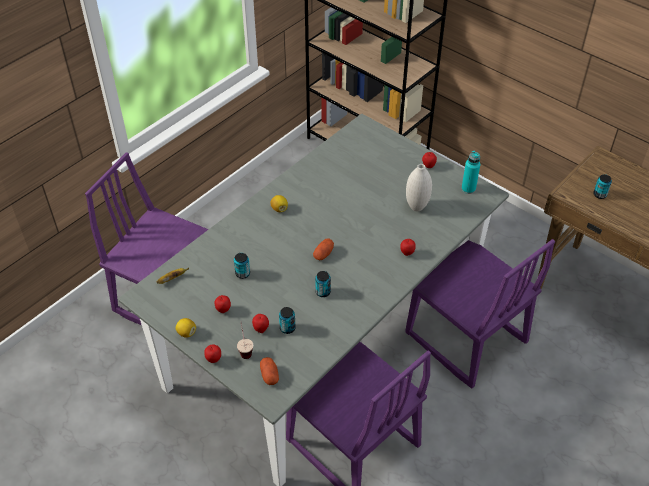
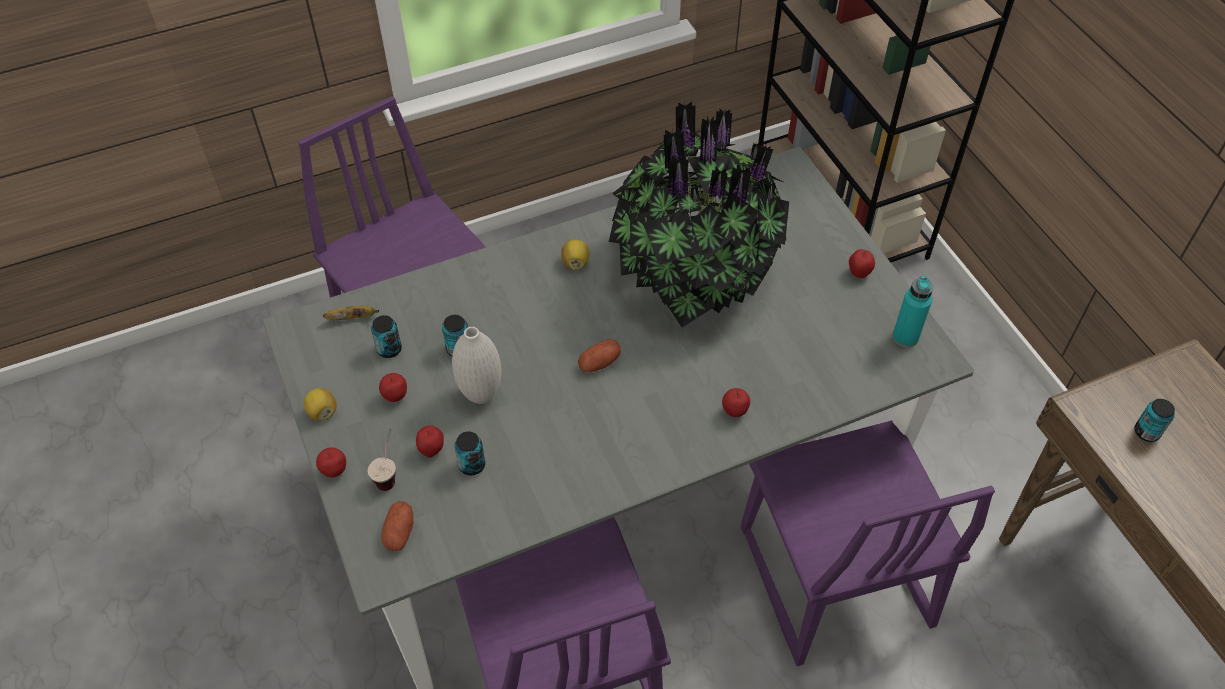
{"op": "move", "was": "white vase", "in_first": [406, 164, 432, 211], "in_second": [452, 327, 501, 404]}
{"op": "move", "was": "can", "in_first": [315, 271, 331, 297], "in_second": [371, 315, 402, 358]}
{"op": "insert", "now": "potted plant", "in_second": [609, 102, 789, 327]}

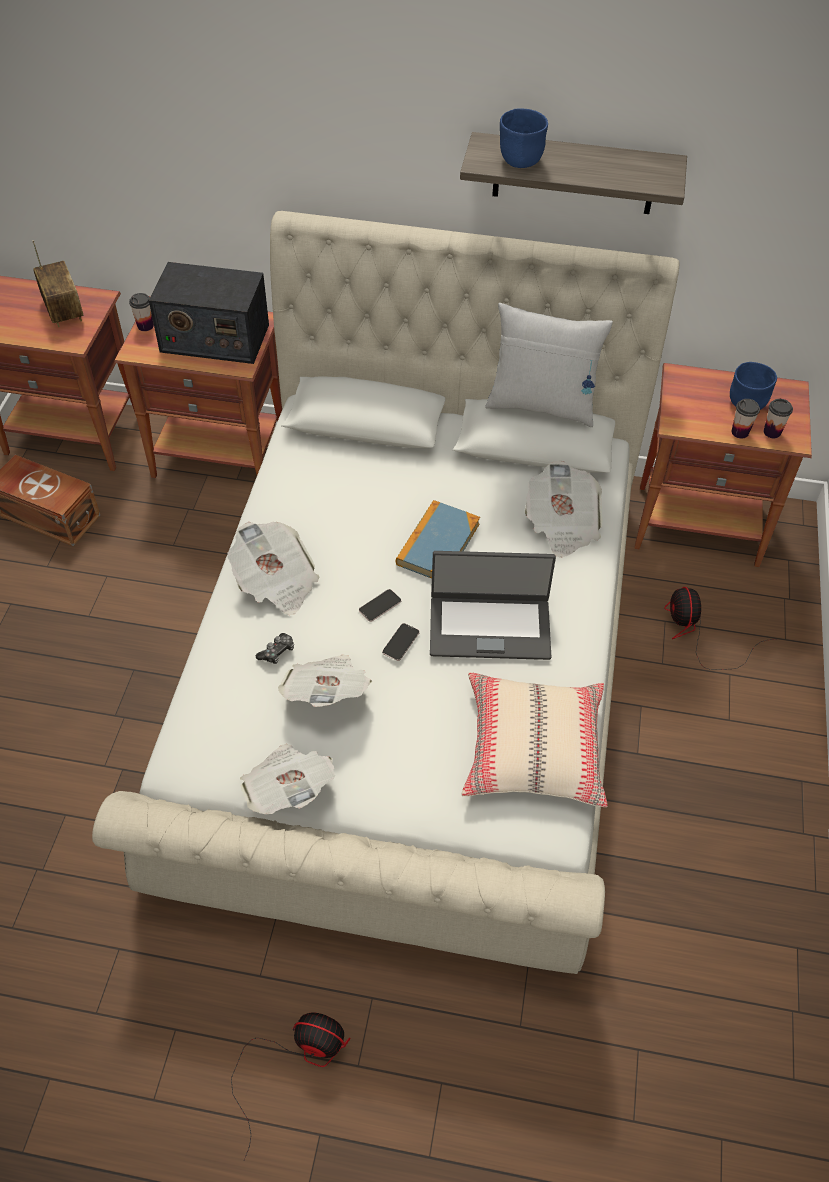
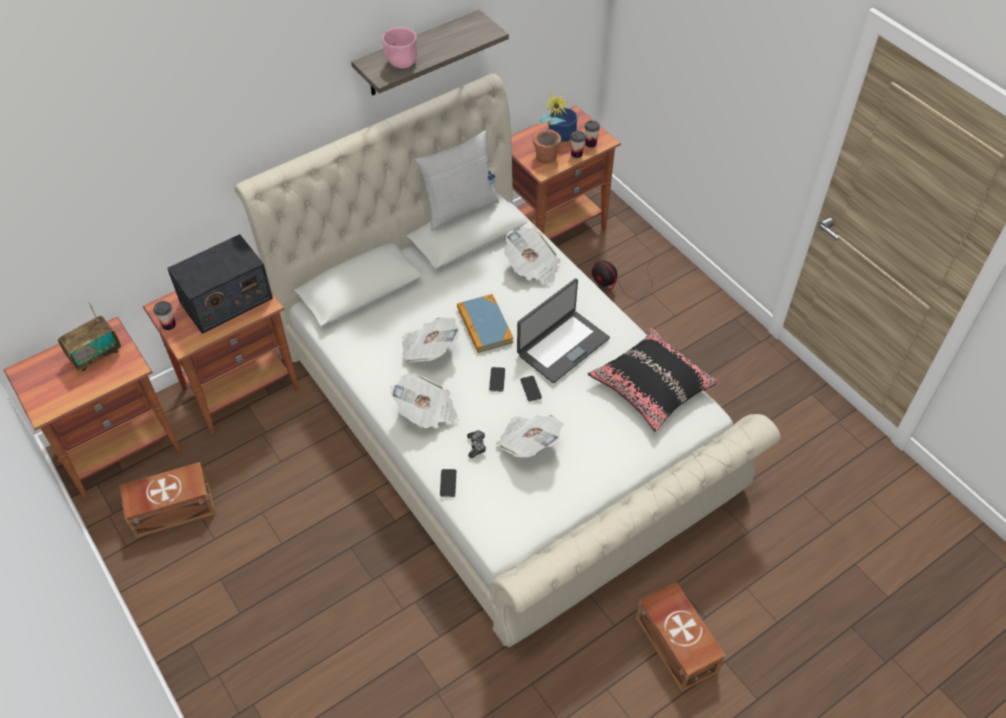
{"op": "recolor", "was": "blue bowl", "now": "pink bowl", "in_first": [500, 109, 548, 168], "in_second": [382, 27, 417, 69]}
{"op": "rotate", "was": "radio", "in_first": [32, 240, 84, 327], "in_second": [58, 302, 121, 372], "clockwise": 120}
{"op": "recolor", "was": "beige pillow", "now": "black pillow", "in_first": [462, 672, 608, 807], "in_second": [588, 328, 719, 432]}
{"op": "move", "was": "newspaper", "in_first": [240, 744, 335, 814], "in_second": [402, 317, 459, 362]}
{"op": "replace", "was": "fan", "now": "brown storage box", "in_first": [231, 1013, 351, 1160], "in_second": [636, 582, 726, 692]}
{"op": "insert", "now": "potted plant", "in_second": [533, 92, 570, 164]}
{"op": "insert", "now": "phone", "in_second": [440, 469, 457, 497]}

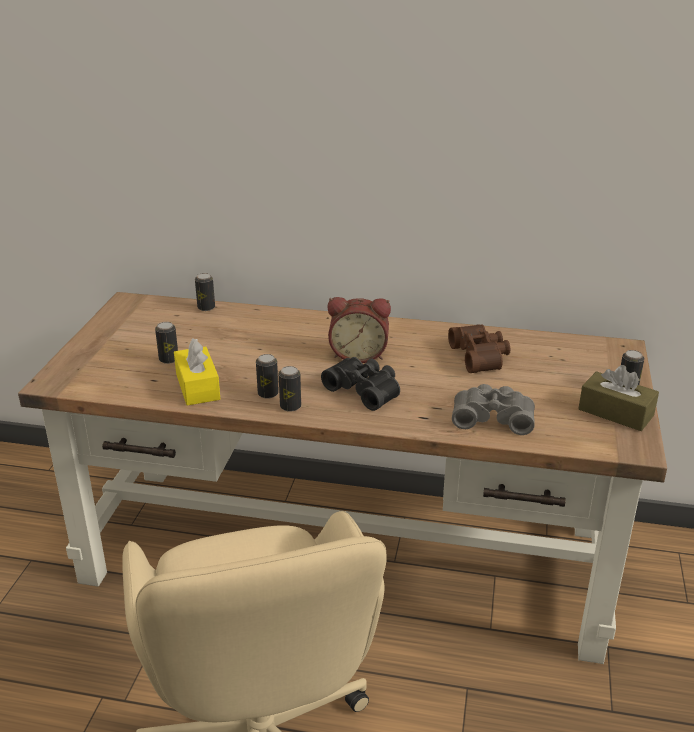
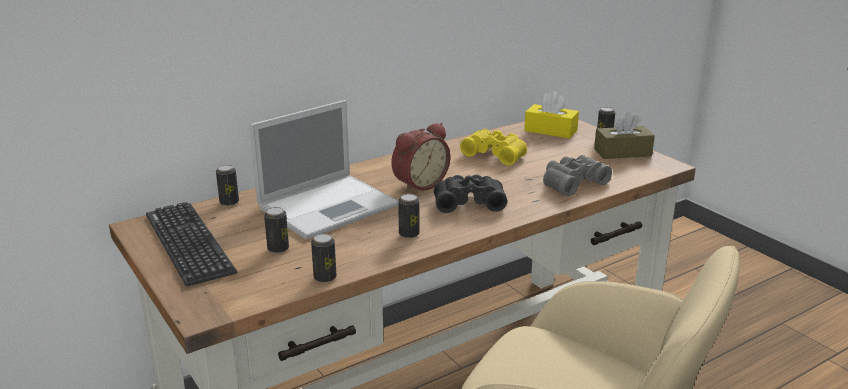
{"op": "recolor", "was": "brown binoculars", "now": "yellow binoculars", "in_first": [448, 324, 510, 373], "in_second": [460, 129, 527, 166]}
{"op": "move", "was": "yellow tissue box", "in_first": [174, 338, 220, 406], "in_second": [524, 91, 579, 139]}
{"op": "move", "was": "can", "in_first": [279, 366, 301, 412], "in_second": [311, 234, 337, 283]}
{"op": "insert", "now": "laptop", "in_second": [249, 100, 398, 240]}
{"op": "insert", "now": "keyboard", "in_second": [146, 202, 237, 286]}

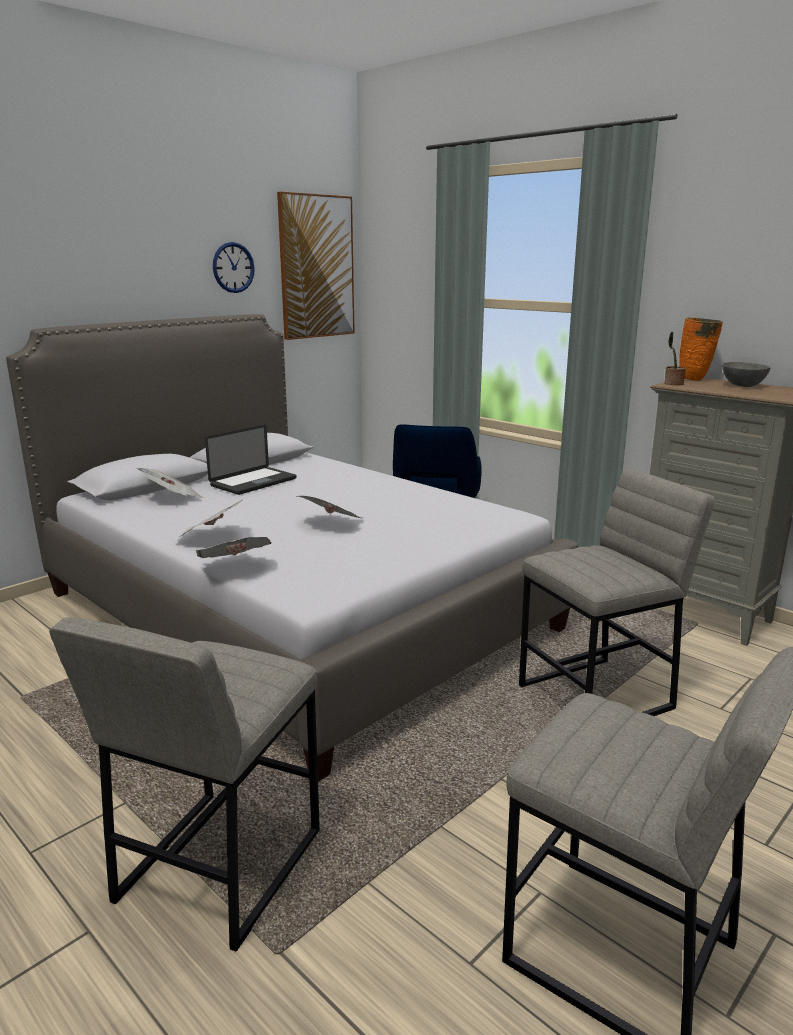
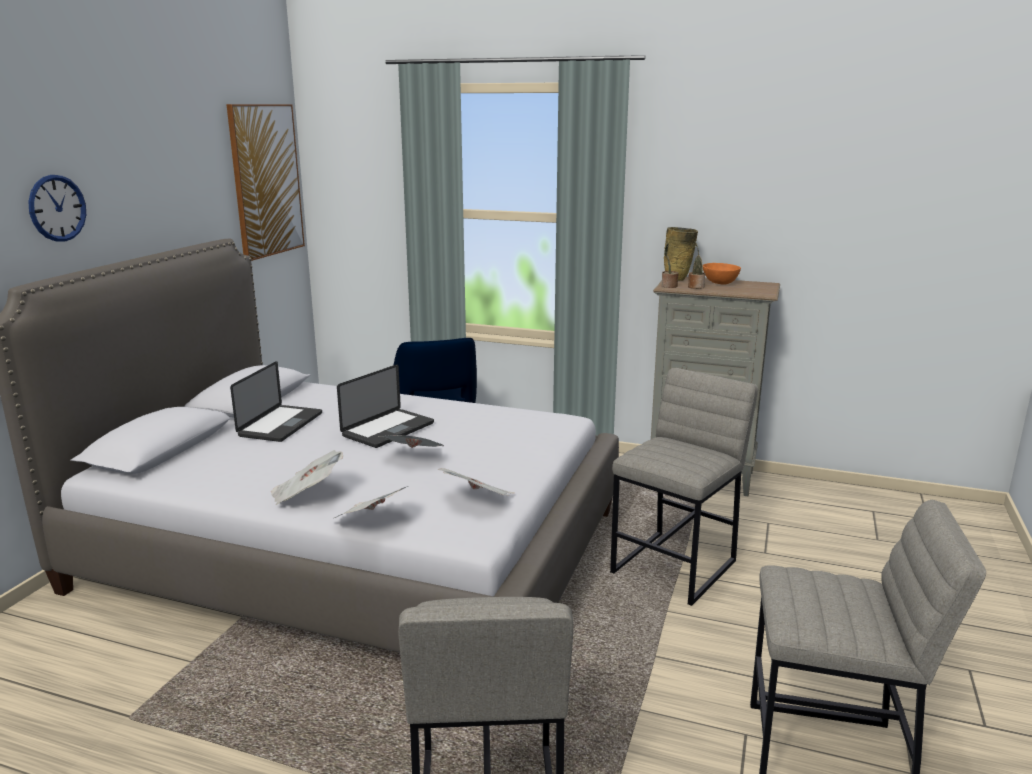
{"op": "move", "was": "wall clock", "in_first": [213, 242, 255, 293], "in_second": [28, 175, 86, 241]}
{"op": "recolor", "was": "orange vase", "now": "beige vase", "in_first": [679, 317, 723, 381], "in_second": [664, 227, 698, 281]}
{"op": "recolor", "was": "grey bowl", "now": "orange bowl", "in_first": [722, 362, 771, 387], "in_second": [703, 263, 741, 284]}
{"op": "move", "was": "newspaper", "in_first": [136, 468, 204, 498], "in_second": [438, 468, 514, 496]}
{"op": "insert", "now": "potted plant", "in_second": [688, 241, 705, 289]}
{"op": "insert", "now": "laptop", "in_second": [337, 365, 434, 448]}

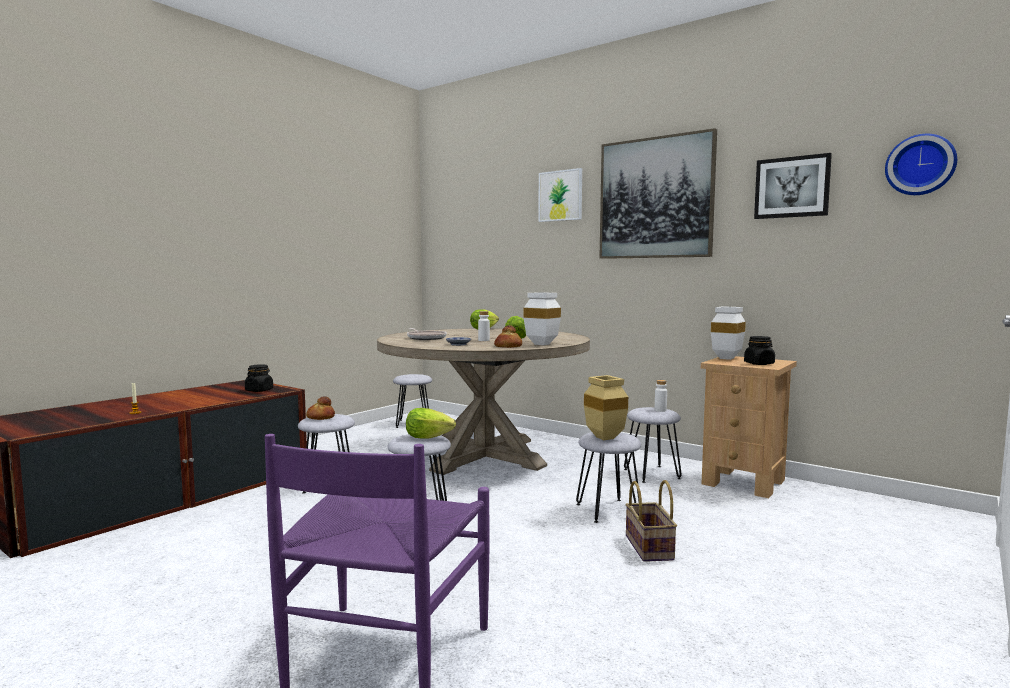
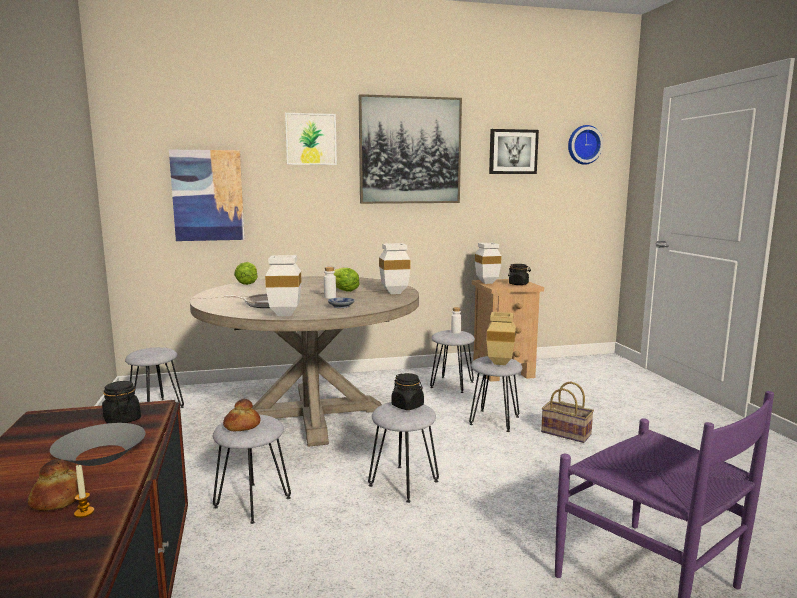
{"op": "move", "was": "bread", "in_first": [494, 325, 522, 348], "in_second": [28, 459, 86, 511]}
{"op": "replace", "was": "lettuce", "now": "black jar", "in_first": [406, 408, 456, 439], "in_second": [392, 373, 424, 410]}
{"op": "insert", "now": "picture", "in_second": [169, 150, 245, 241]}
{"op": "insert", "now": "white vase", "in_second": [265, 255, 302, 316]}
{"op": "insert", "now": "grey bowl", "in_second": [50, 423, 146, 466]}

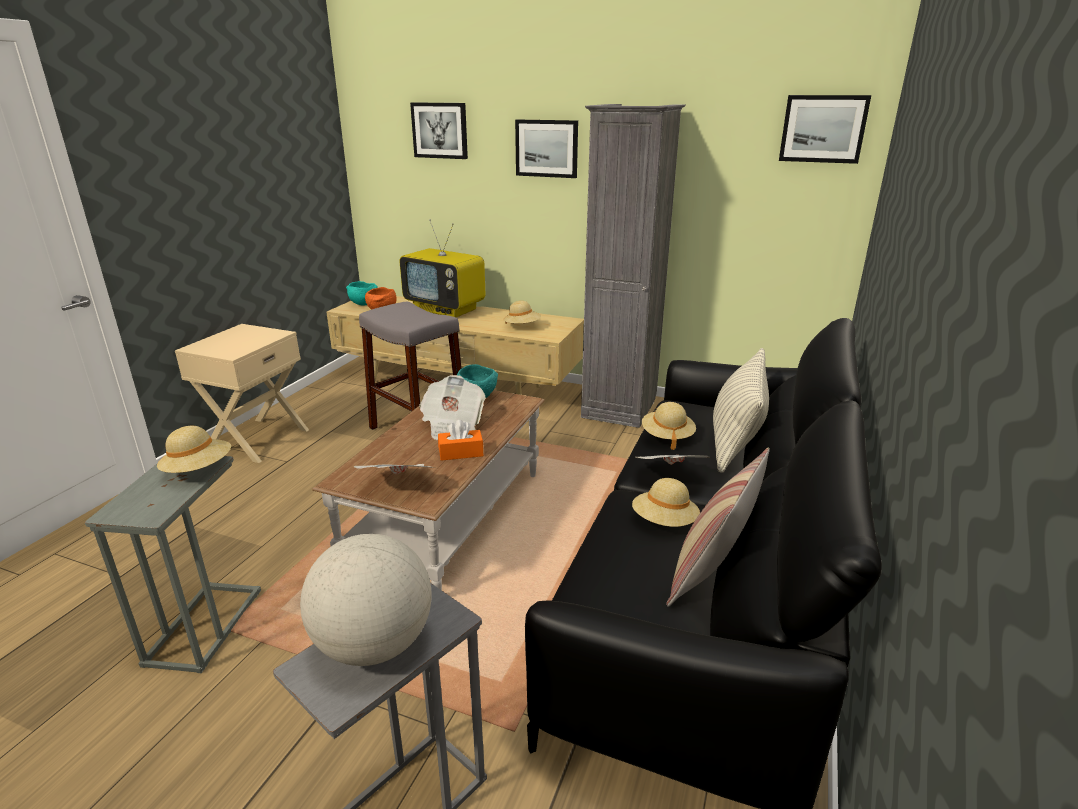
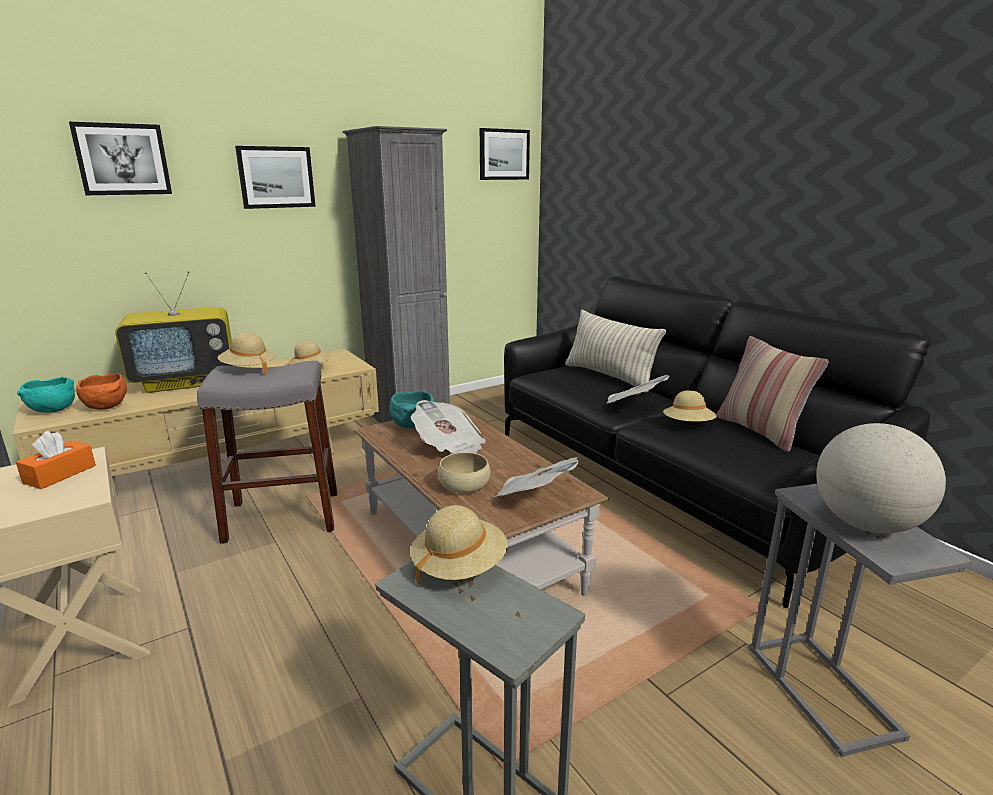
{"op": "move", "was": "beige hat", "in_first": [642, 402, 696, 450], "in_second": [218, 333, 276, 374]}
{"op": "move", "was": "orange tissue box", "in_first": [438, 420, 483, 461], "in_second": [16, 431, 96, 489]}
{"op": "insert", "now": "beige bowl", "in_second": [438, 452, 491, 493]}

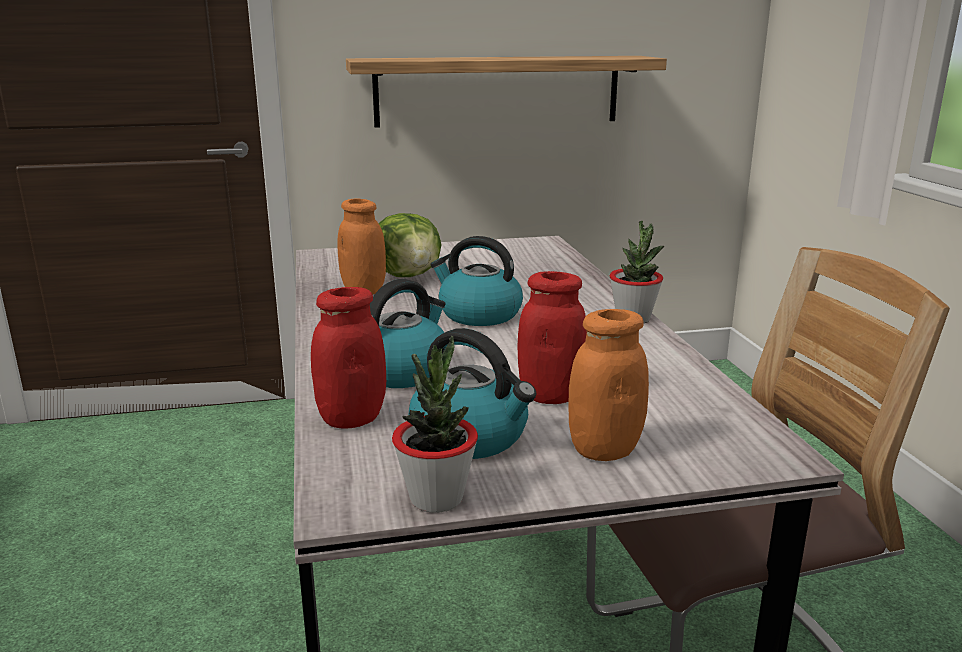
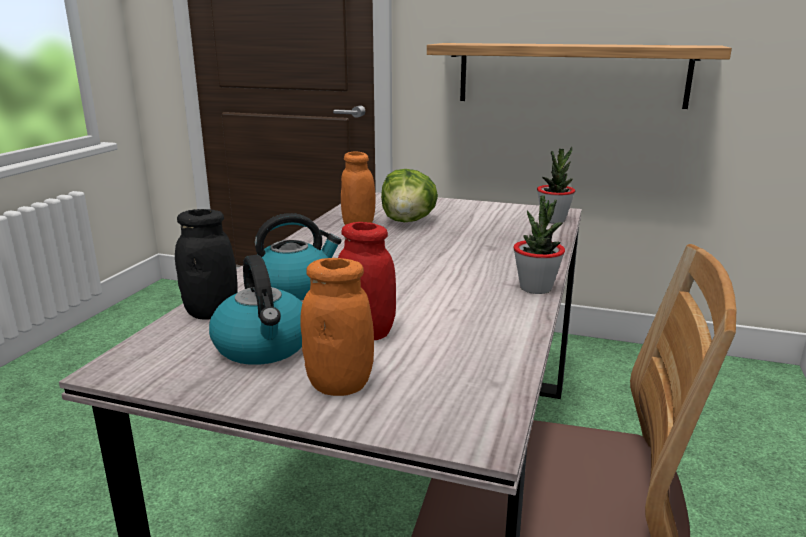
{"op": "delete", "was": "kettle", "in_first": [430, 236, 523, 326]}
{"op": "recolor", "was": "red jar", "now": "black jar", "in_first": [311, 287, 386, 428], "in_second": [175, 209, 238, 320]}
{"op": "move", "was": "potted plant", "in_first": [392, 336, 478, 513], "in_second": [537, 147, 575, 224]}

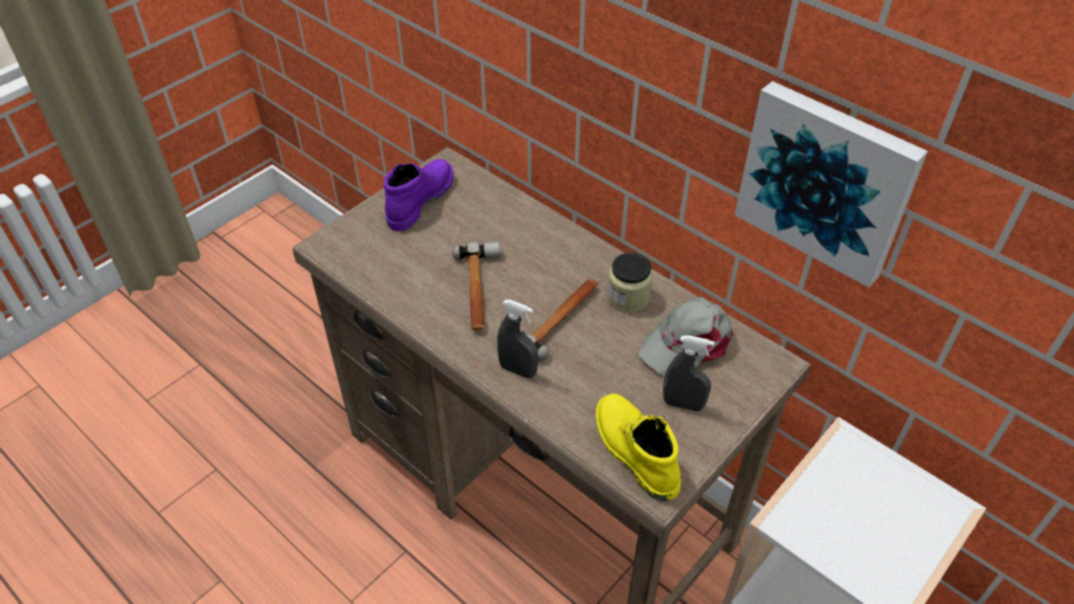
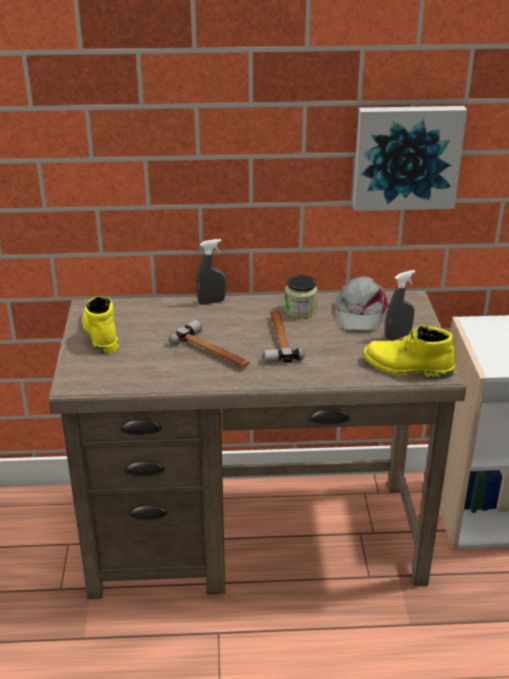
{"op": "recolor", "was": "purple boot", "now": "yellow boot", "in_first": [384, 159, 454, 231], "in_second": [82, 296, 119, 354]}
{"op": "move", "was": "grey spray bottle", "in_first": [497, 300, 538, 378], "in_second": [196, 239, 226, 305]}

